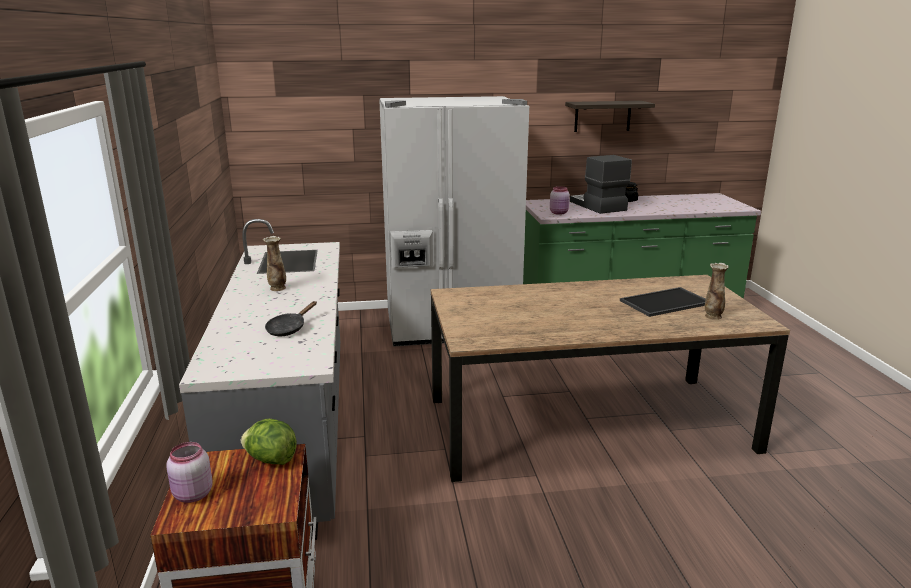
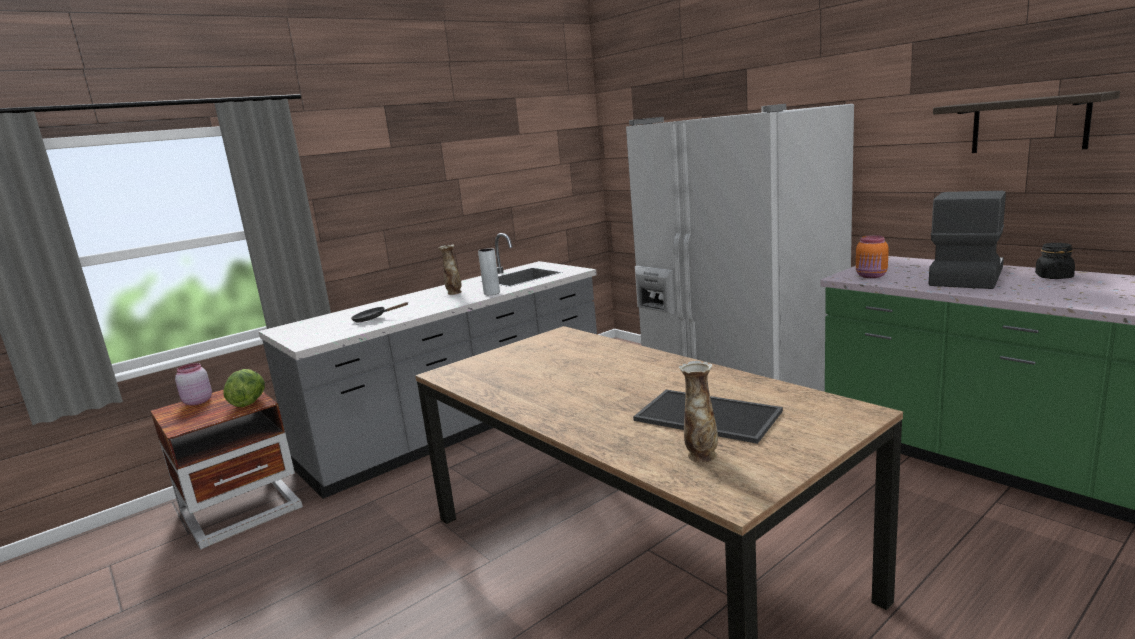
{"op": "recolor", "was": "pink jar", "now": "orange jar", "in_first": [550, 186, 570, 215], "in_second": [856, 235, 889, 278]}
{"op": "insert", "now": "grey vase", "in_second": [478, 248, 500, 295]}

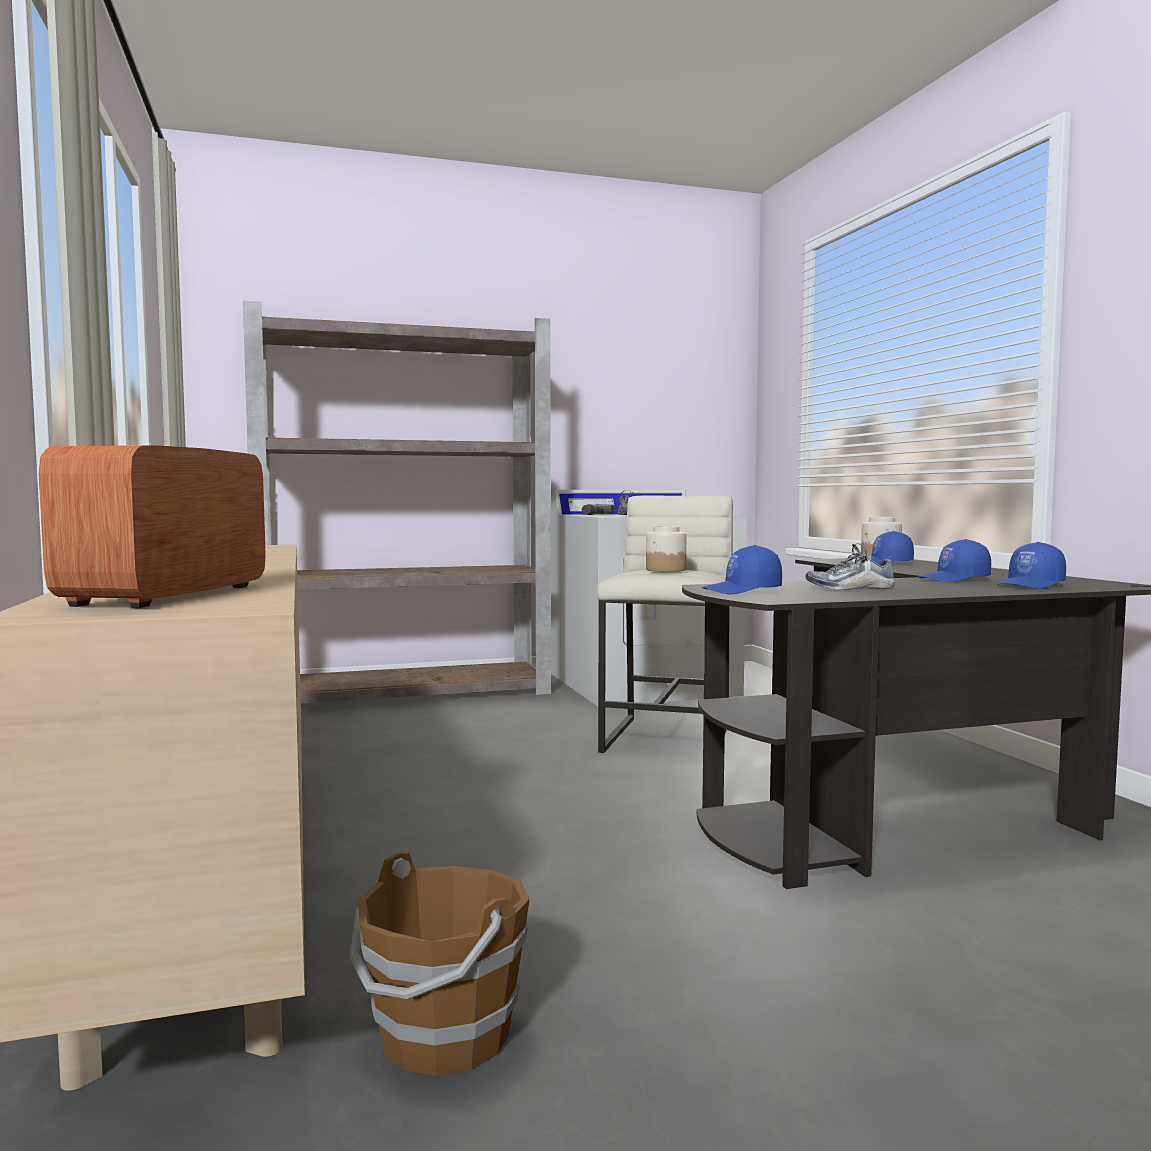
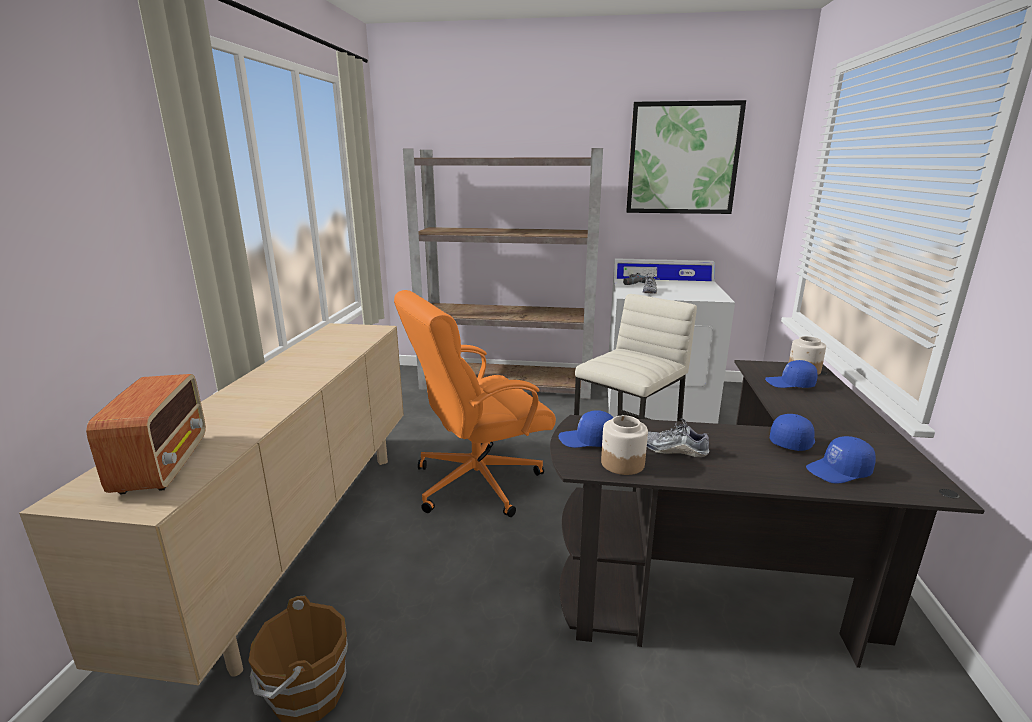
{"op": "rotate", "was": "radio", "in_first": [39, 445, 266, 608], "in_second": [86, 374, 206, 495], "clockwise": 135}
{"op": "move", "was": "jar", "in_first": [646, 526, 686, 572], "in_second": [601, 415, 648, 475]}
{"op": "rotate", "was": "blue cap", "in_first": [919, 539, 991, 582], "in_second": [770, 414, 815, 451], "clockwise": 120}
{"op": "insert", "now": "picture", "in_second": [626, 100, 746, 214]}
{"op": "insert", "now": "orange office chair", "in_second": [394, 290, 556, 517]}

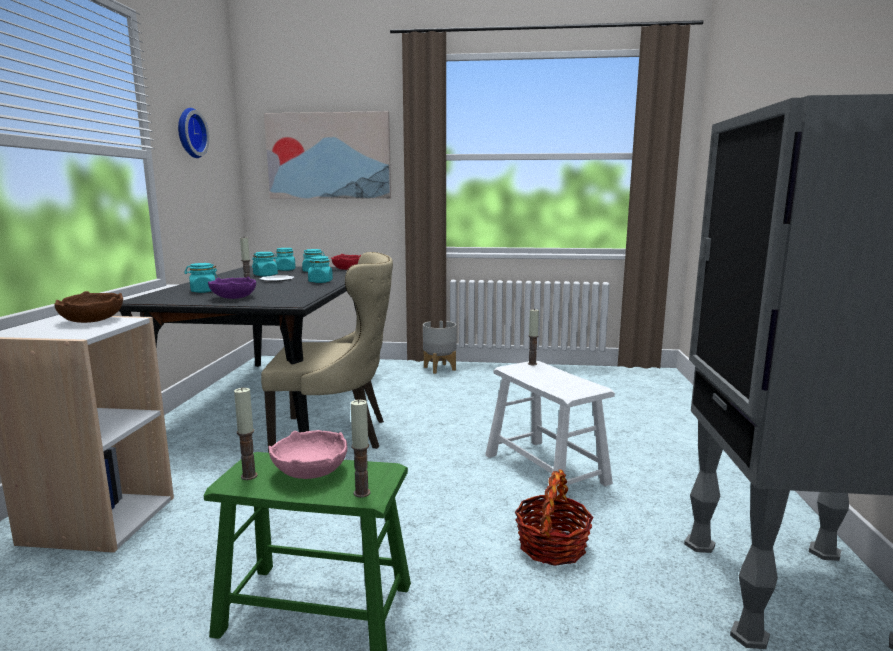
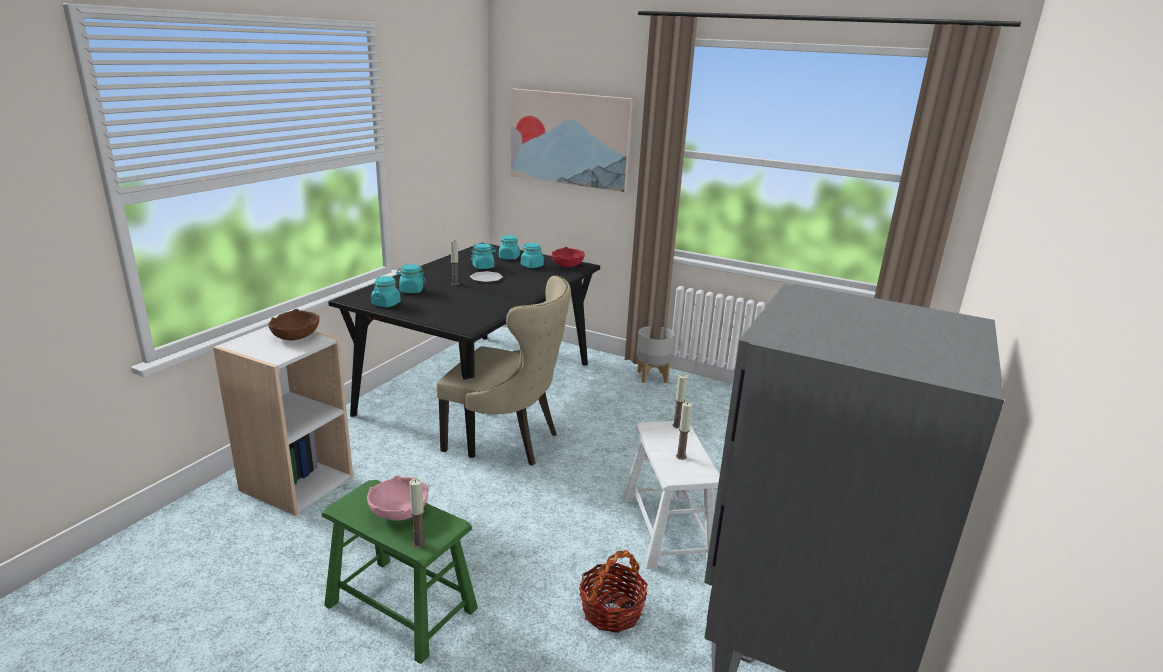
{"op": "delete", "was": "wall clock", "in_first": [178, 108, 209, 158]}
{"op": "move", "was": "turquoise jar", "in_first": [308, 256, 333, 283], "in_second": [371, 276, 401, 307]}
{"op": "delete", "was": "purple bowl", "in_first": [208, 276, 256, 299]}
{"op": "move", "was": "candle", "in_first": [234, 387, 258, 480], "in_second": [676, 402, 692, 460]}

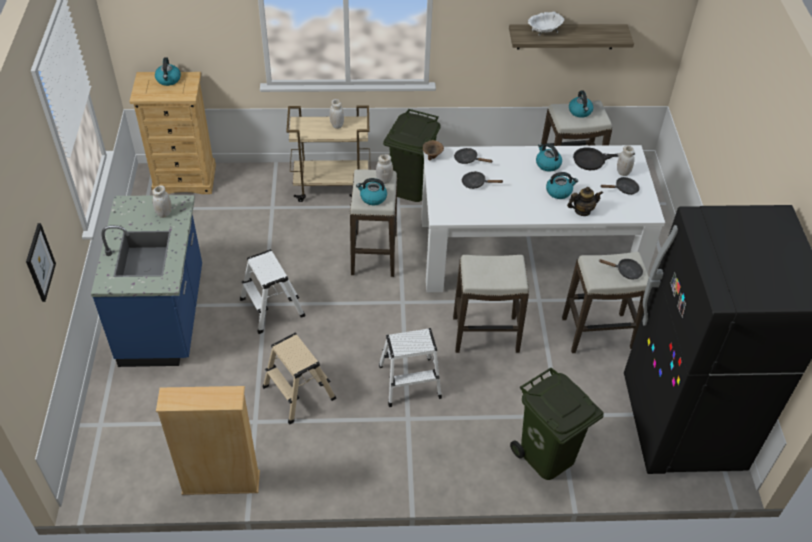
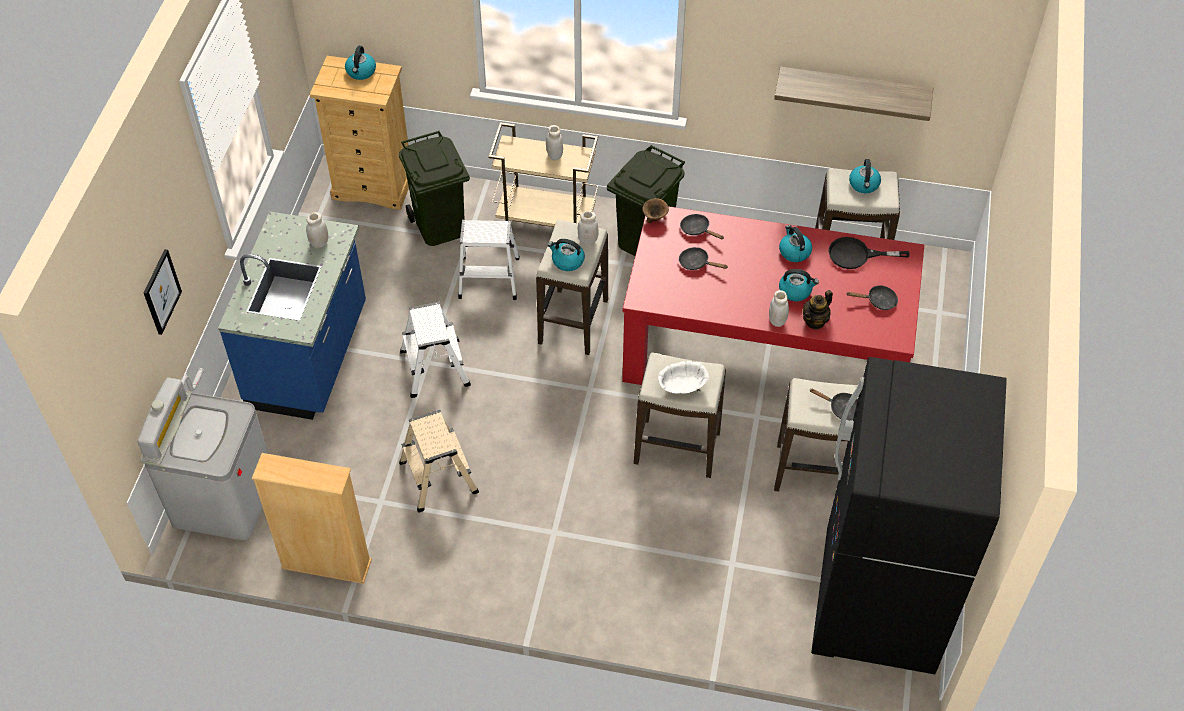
{"op": "move", "was": "white bowl", "in_first": [528, 12, 564, 36], "in_second": [658, 361, 709, 394]}
{"op": "recolor", "was": "white dining table", "now": "red dining table", "in_first": [421, 145, 665, 292], "in_second": [622, 206, 924, 385]}
{"op": "move", "was": "white jar", "in_first": [617, 145, 635, 176], "in_second": [769, 290, 789, 327]}
{"op": "rotate", "was": "teapot", "in_first": [567, 187, 603, 216], "in_second": [803, 290, 833, 330], "clockwise": 135}
{"op": "move", "was": "white step ladder", "in_first": [379, 328, 442, 407], "in_second": [458, 220, 520, 300]}
{"op": "move", "was": "green trash can", "in_first": [510, 367, 604, 480], "in_second": [399, 131, 470, 246]}
{"op": "insert", "now": "grey washing machine", "in_second": [138, 368, 268, 540]}

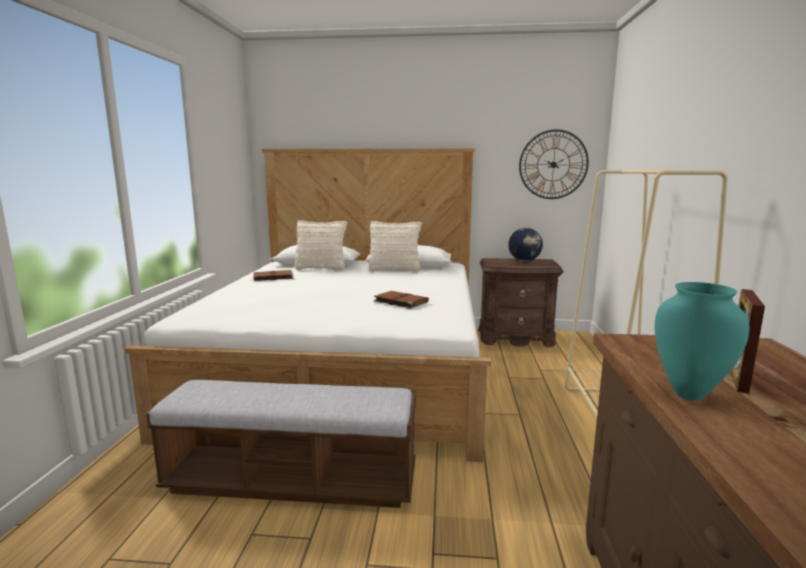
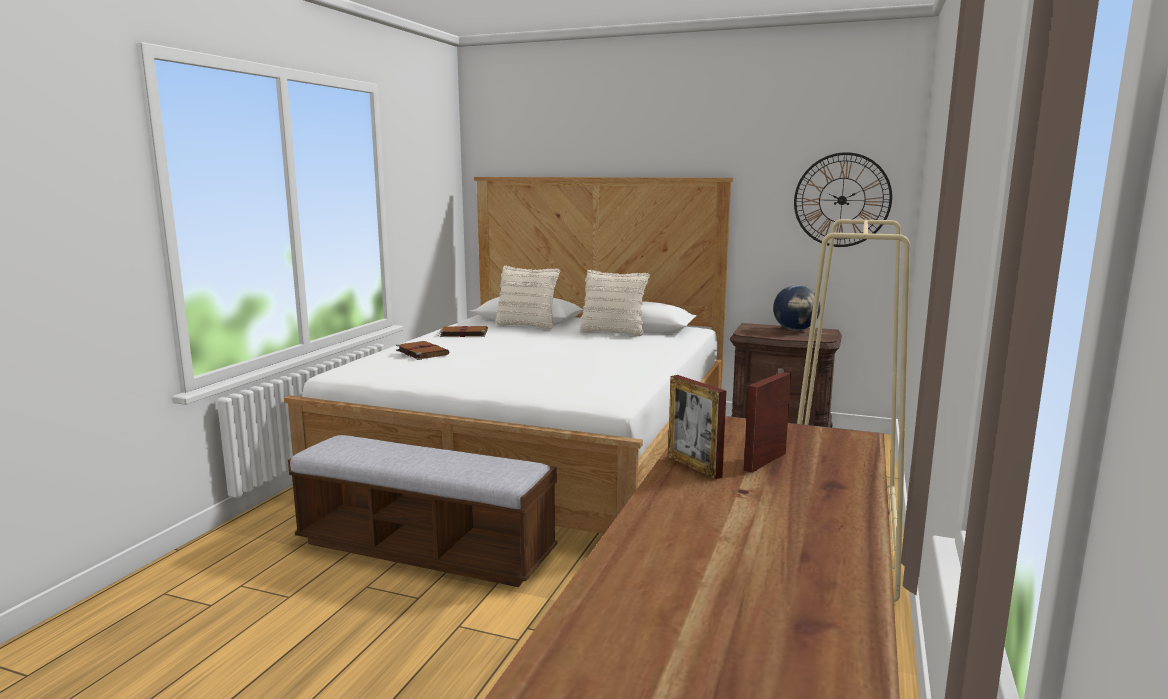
{"op": "replace", "was": "turquoise vase", "now": "picture frame", "in_first": [654, 282, 749, 401], "in_second": [668, 375, 726, 479]}
{"op": "move", "was": "brown book", "in_first": [374, 291, 429, 309], "in_second": [396, 341, 449, 360]}

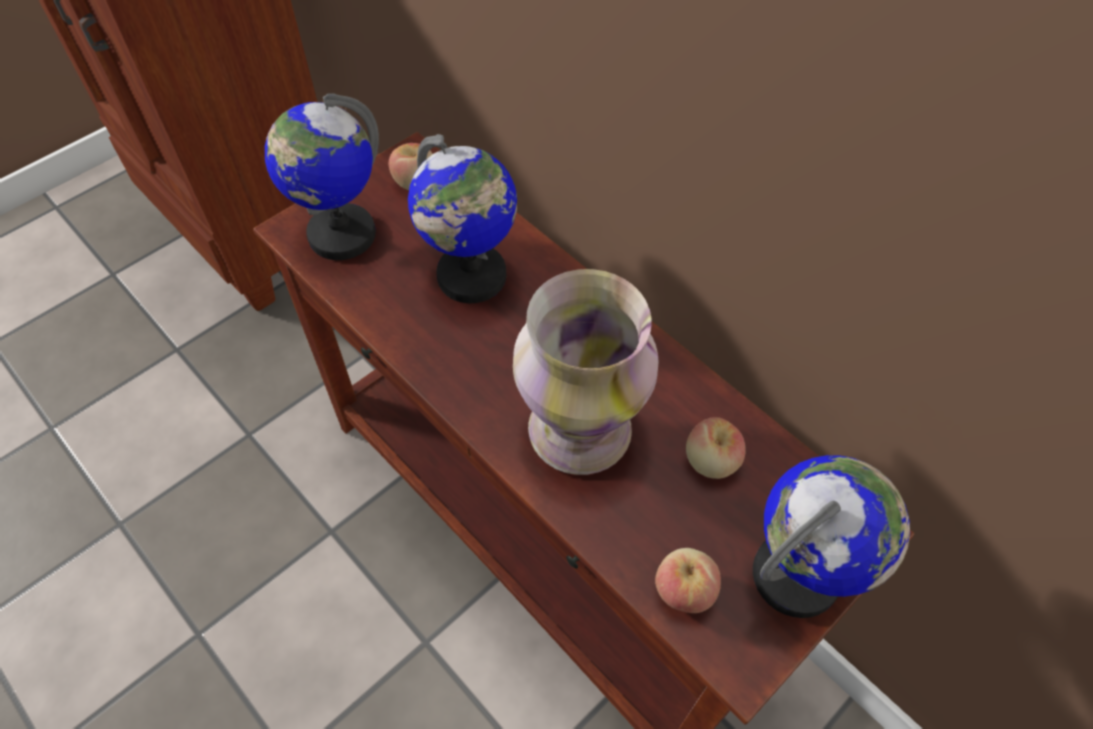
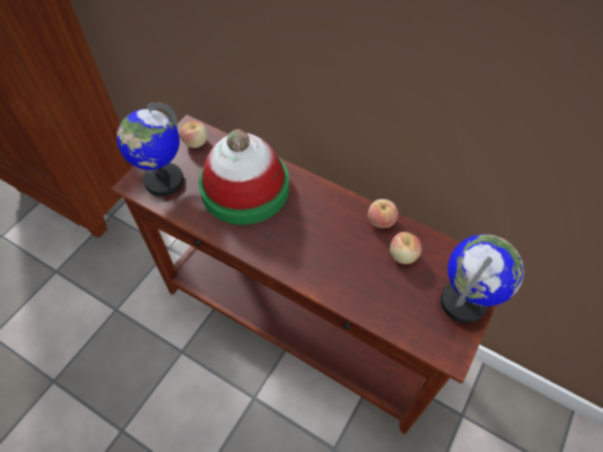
{"op": "replace", "was": "globe", "now": "hat", "in_first": [408, 134, 517, 303], "in_second": [199, 129, 289, 225]}
{"op": "delete", "was": "vase", "in_first": [513, 269, 658, 475]}
{"op": "move", "was": "apple", "in_first": [655, 548, 721, 613], "in_second": [368, 199, 398, 228]}

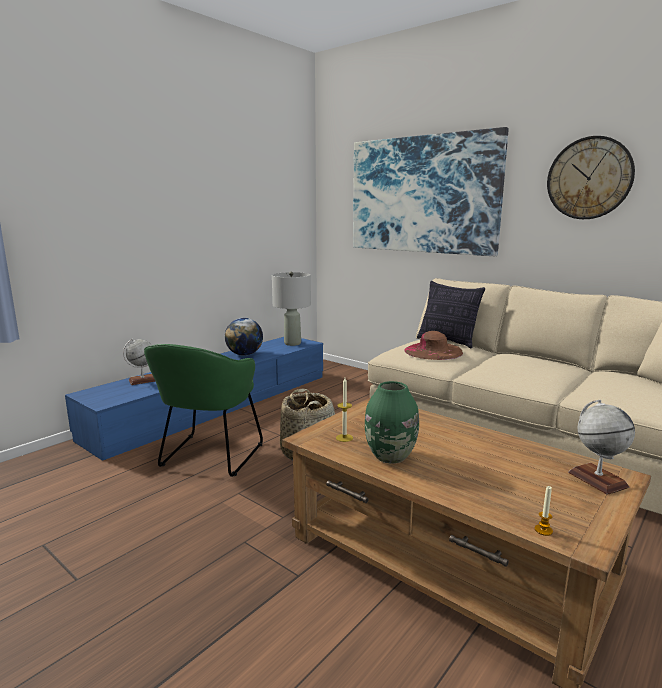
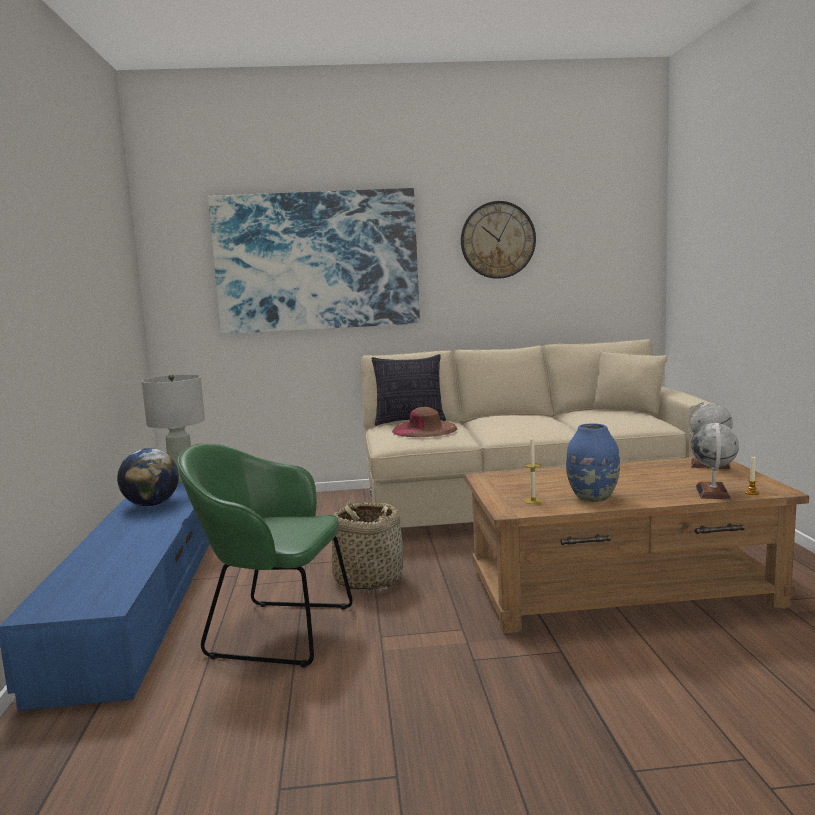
{"op": "move", "was": "globe", "in_first": [123, 339, 155, 385], "in_second": [691, 423, 739, 499]}
{"op": "rotate", "was": "green armchair", "in_first": [144, 344, 263, 477], "in_second": [177, 444, 353, 667], "clockwise": 135}
{"op": "recolor", "was": "green vase", "now": "blue vase", "in_first": [365, 381, 419, 464], "in_second": [566, 423, 620, 502]}

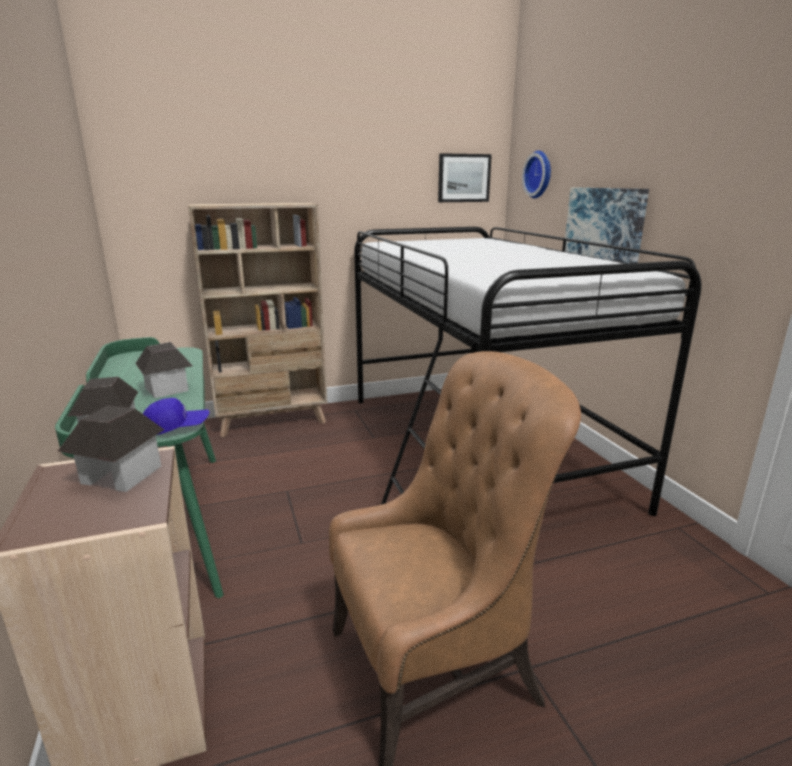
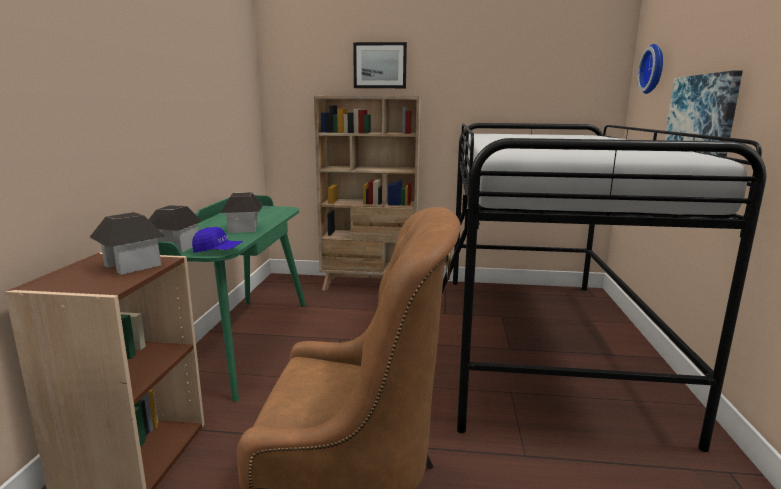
{"op": "move", "was": "picture", "in_first": [438, 153, 492, 202], "in_second": [353, 42, 407, 88]}

